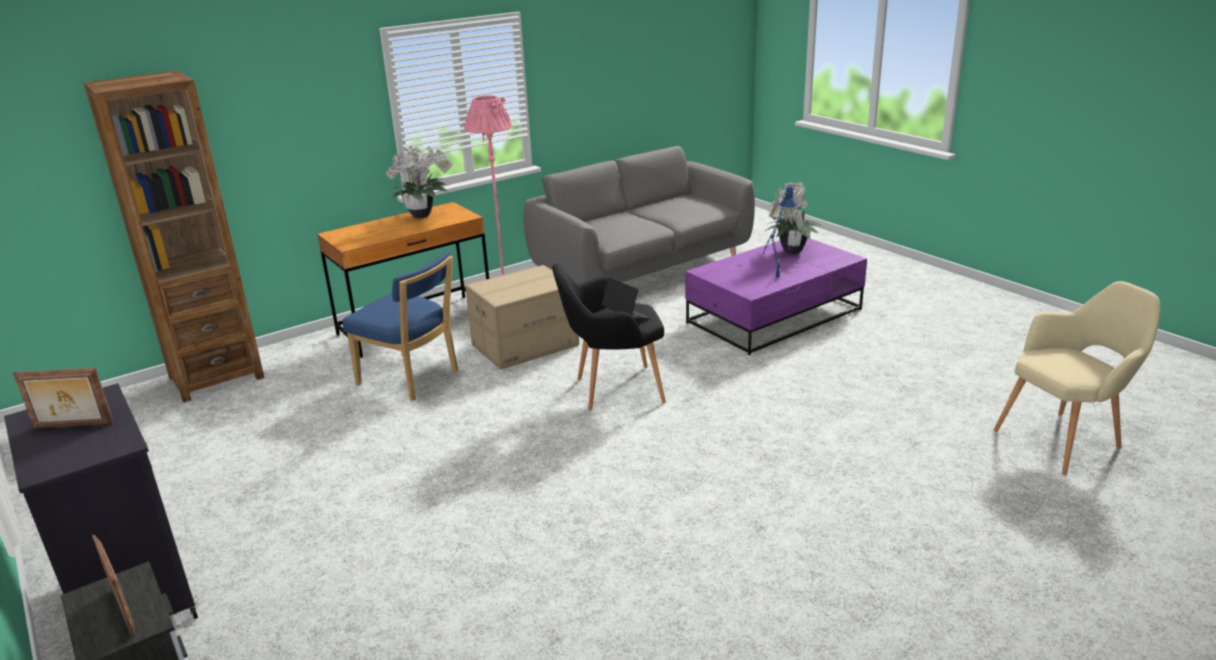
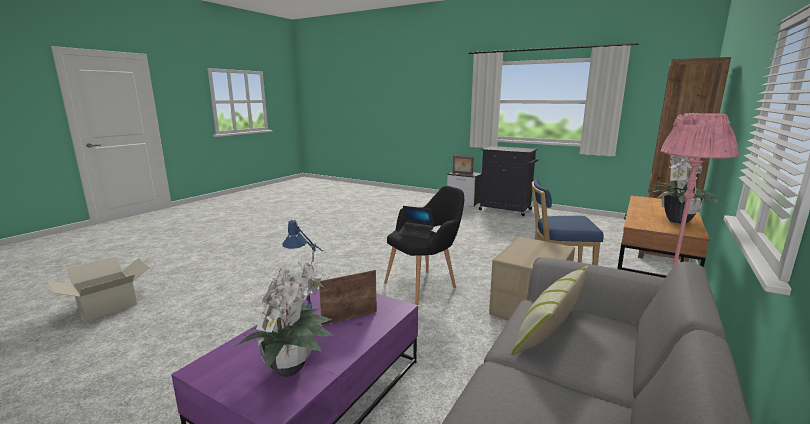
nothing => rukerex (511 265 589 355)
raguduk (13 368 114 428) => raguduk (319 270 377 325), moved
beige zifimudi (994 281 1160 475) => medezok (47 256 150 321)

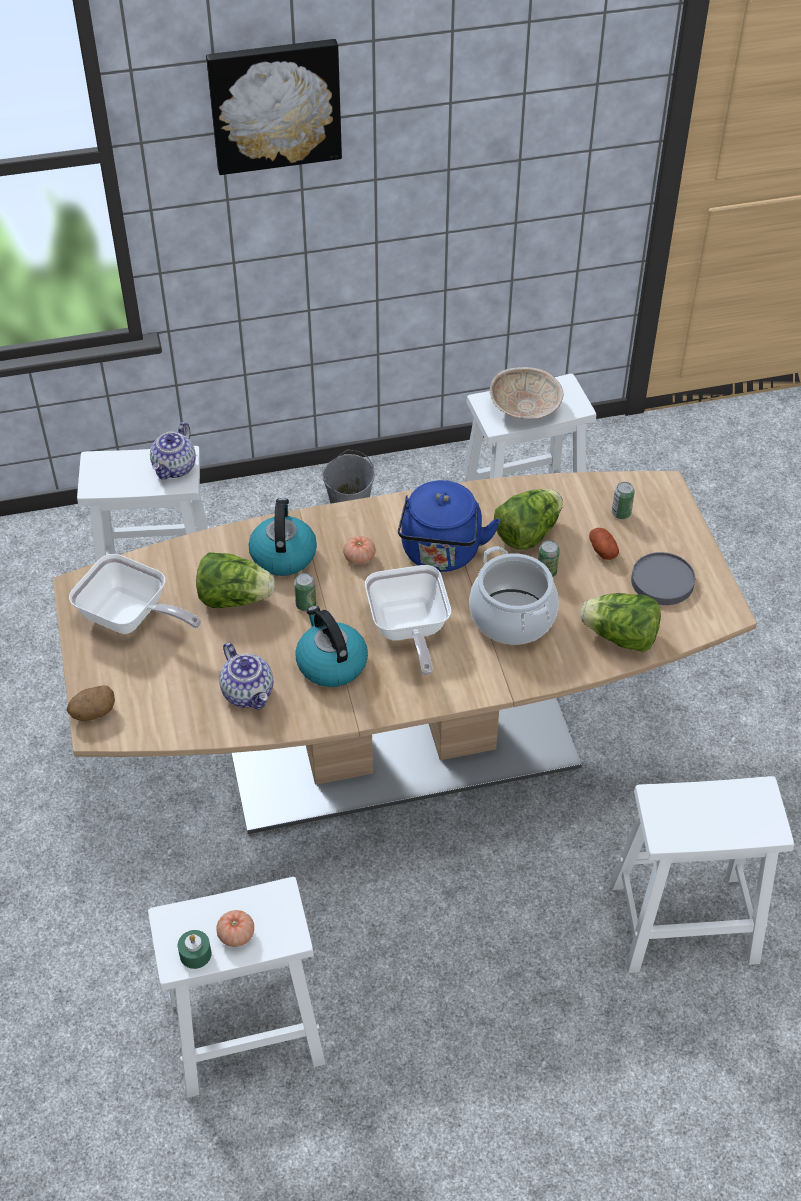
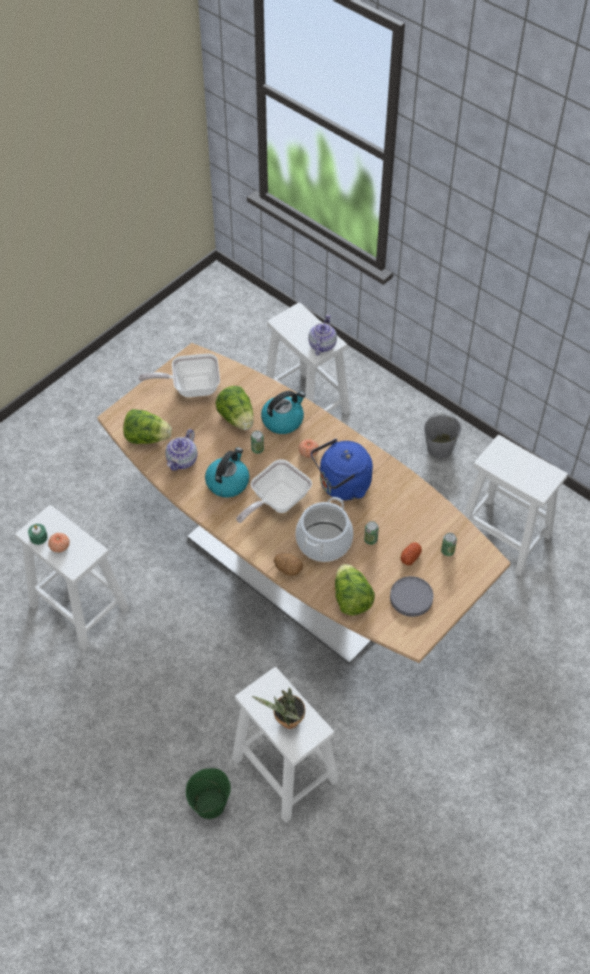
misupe (206 39 342 175) => nothing
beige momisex (490 367 564 419) => nothing
nothing => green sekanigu (186 768 231 819)
nothing => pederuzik (252 687 305 729)
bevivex (66 685 115 721) => bevivex (274 553 303 576), moved
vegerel (494 489 563 550) => vegerel (123 409 172 444), moved
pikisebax (69 554 201 634) => pikisebax (138 353 220 397), 90 degrees clockwise
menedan (150 422 196 479) => menedan (308 314 337 355), 120 degrees clockwise

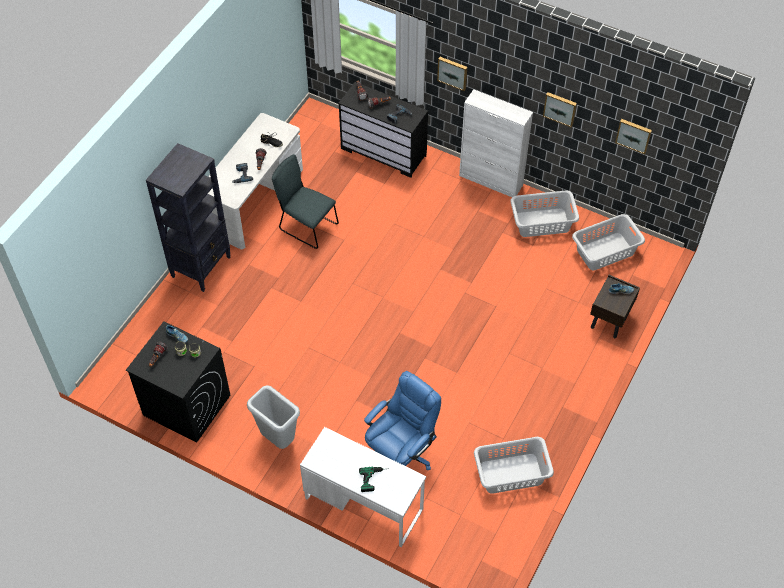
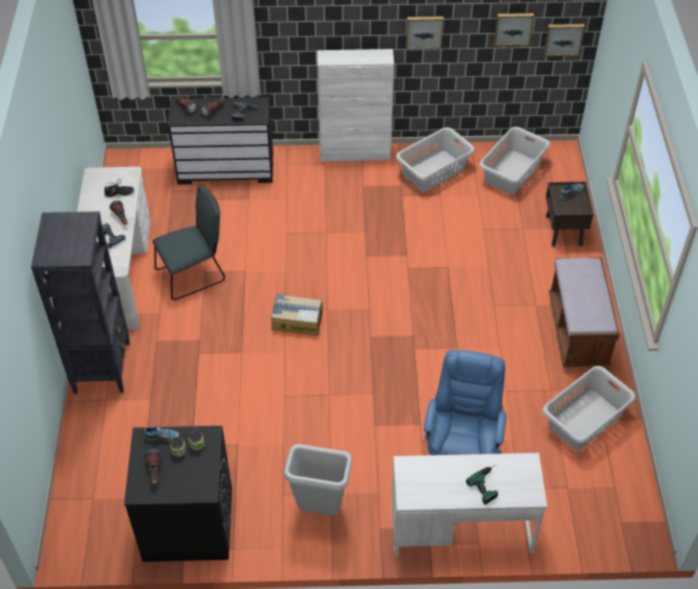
nothing => medezok (271 294 323 336)
nothing => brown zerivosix (549 257 620 367)
misupe (437 57 467 91) => misupe (544 24 585 56), moved
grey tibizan (272 154 339 249) => grey tibizan (153 184 225 300), 150 degrees clockwise

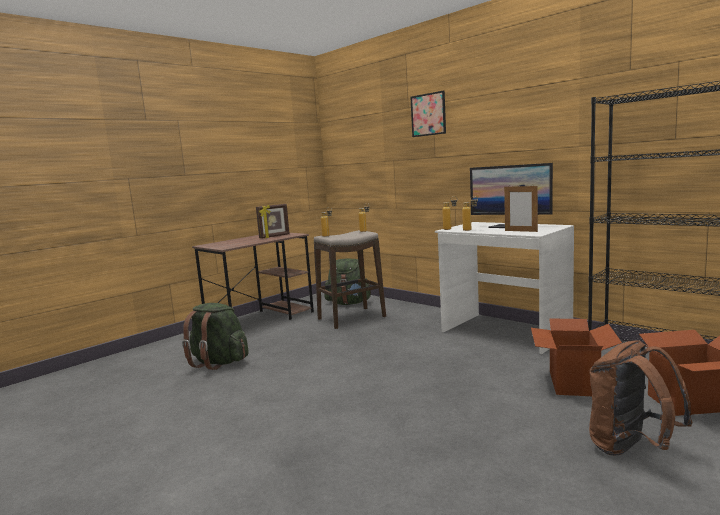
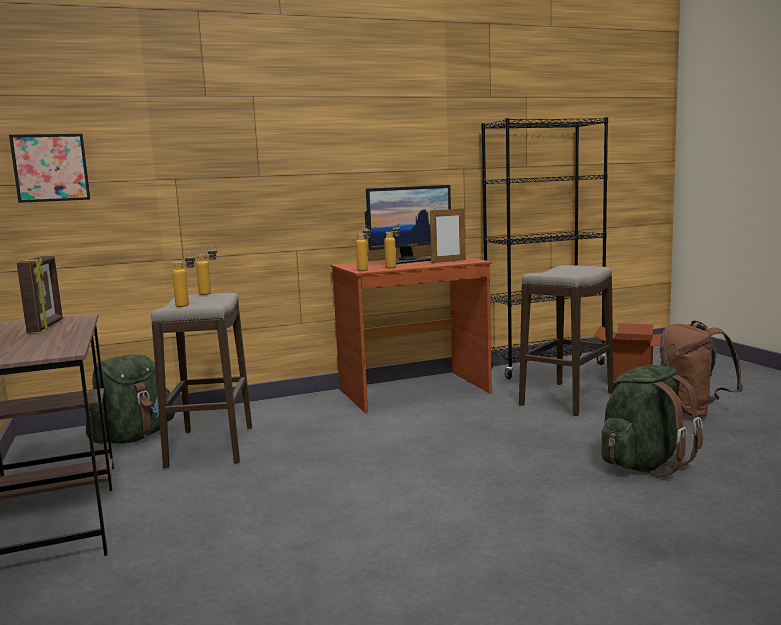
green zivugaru (182 303 249 370) => green zivugaru (601 365 703 477), moved
misupe (410 91 446 137) => misupe (9 134 90 203), moved
medezok (531 319 622 396) => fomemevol (519 265 614 416)
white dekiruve (435 222 574 354) => brown dekiruve (330 256 492 413)

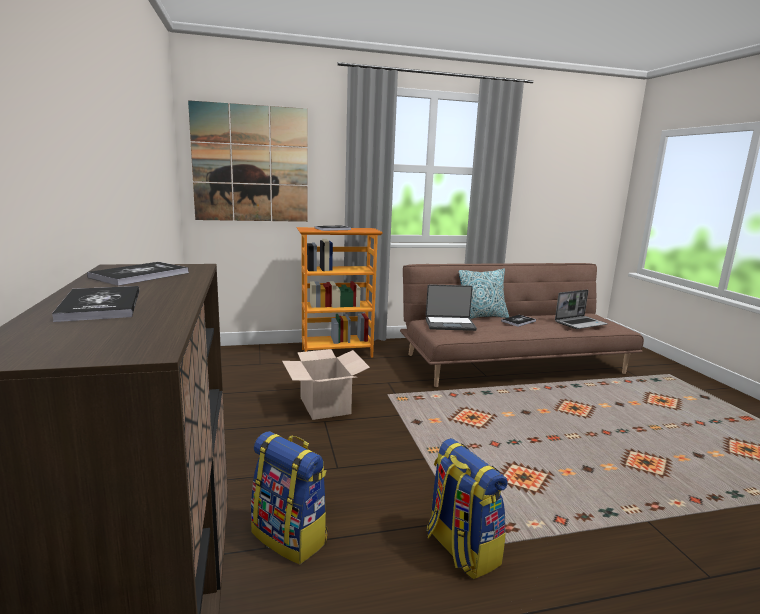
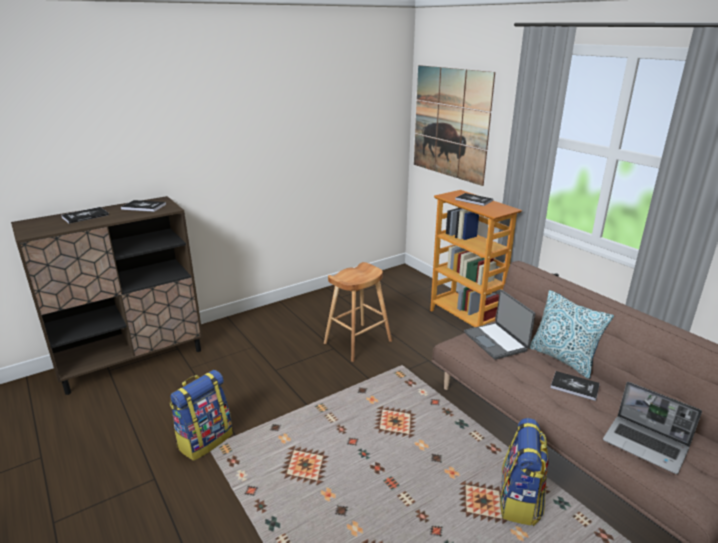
zivugaru (251 431 328 564) => zivugaru (500 418 549 526), moved
medezok (282 349 370 420) => brown fomemevol (324 262 392 362)

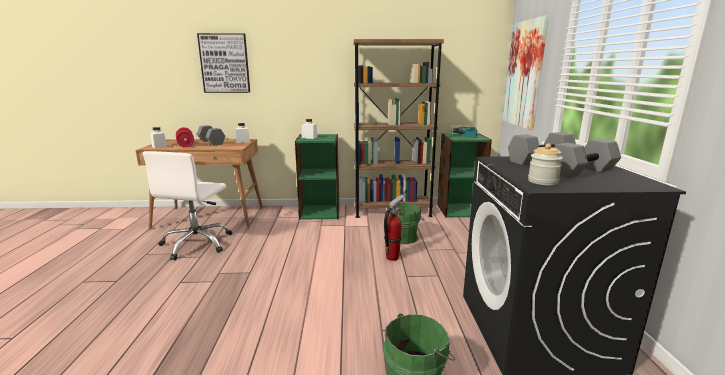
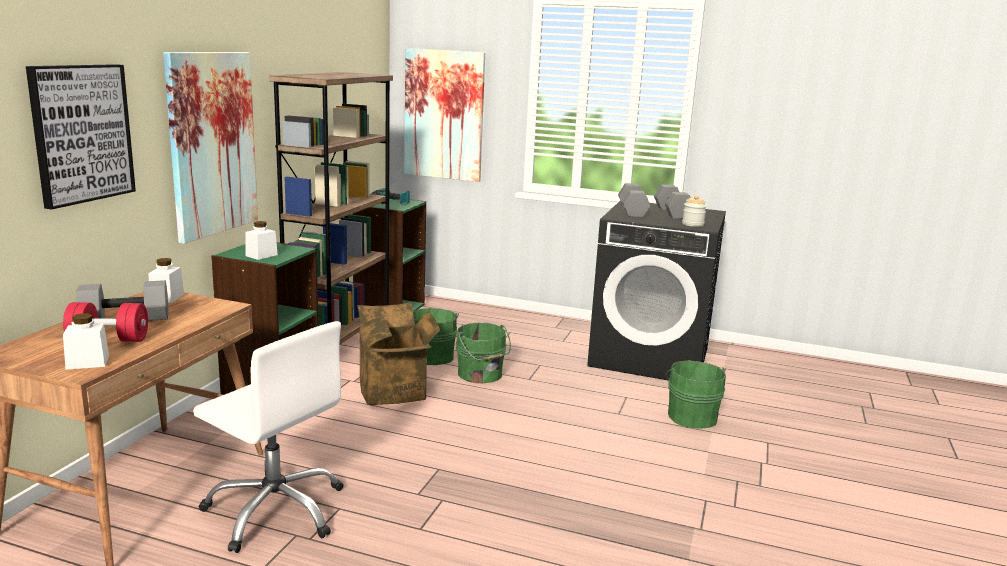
nothing => misupe (163 52 258 244)
nothing => medezok (357 302 440 405)
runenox (384 195 405 261) => green sekanigu (456 323 511 383)

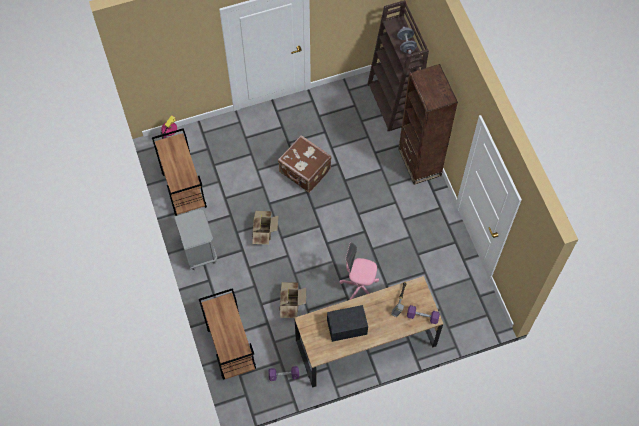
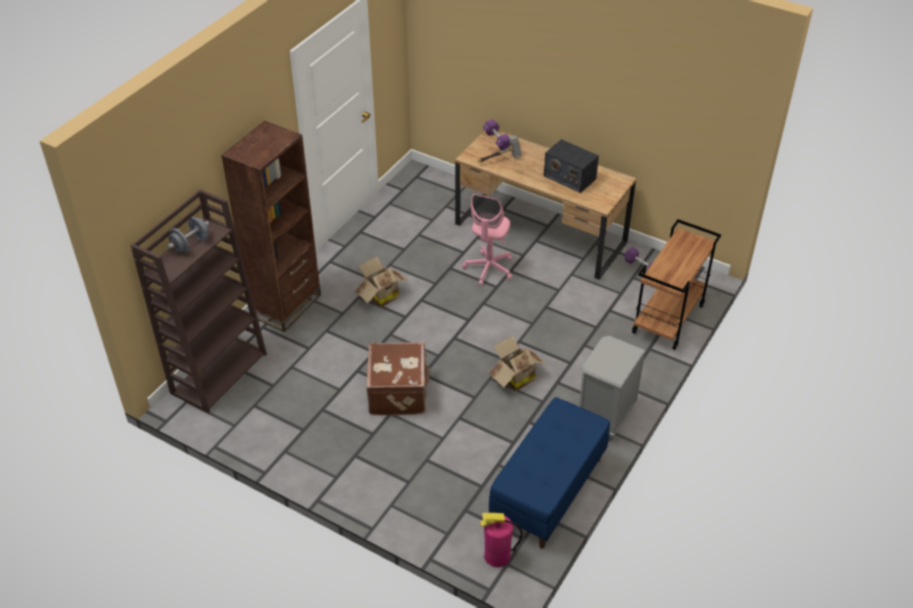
medezok (279 282 306 318) => medezok (355 256 409 308), moved
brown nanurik (152 128 207 216) => blue zerivosix (489 397 610 549)
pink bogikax (339 243 379 300) => pink bogikax (462 194 512 285), 45 degrees clockwise

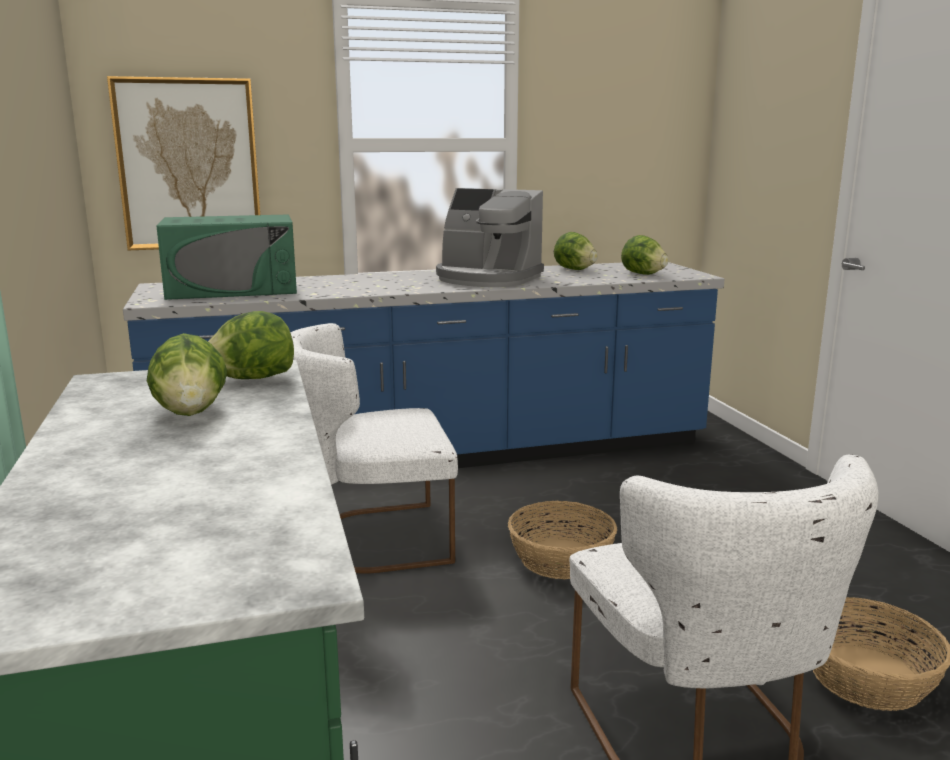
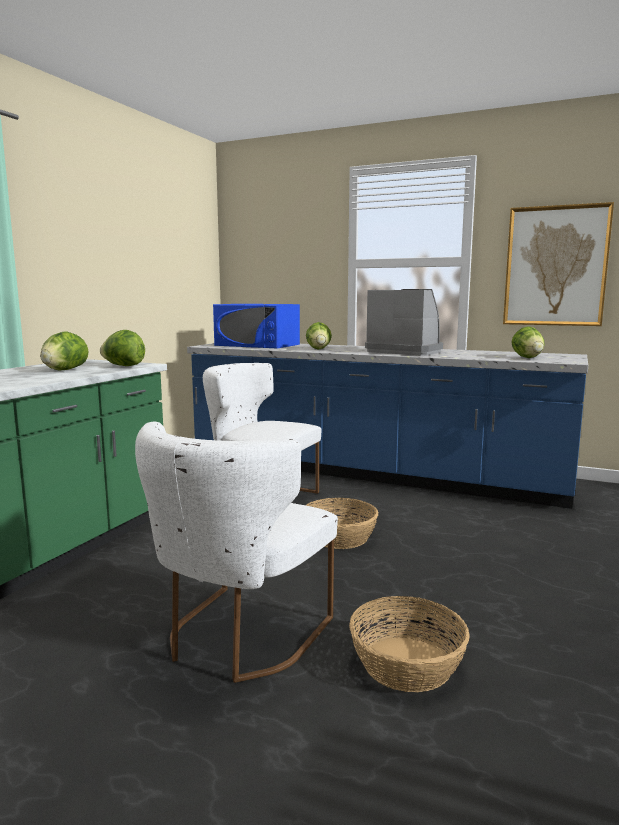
misupe (107 76 260 250) => misupe (503 202 614 326), moved
vegerel (554 232 598 270) => vegerel (306 322 332 350), moved
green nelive (156 214 297 300) => blue nelive (213 304 300 349)
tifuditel (436 188 544 287) => tifuditel (365 289 443 356), 150 degrees clockwise

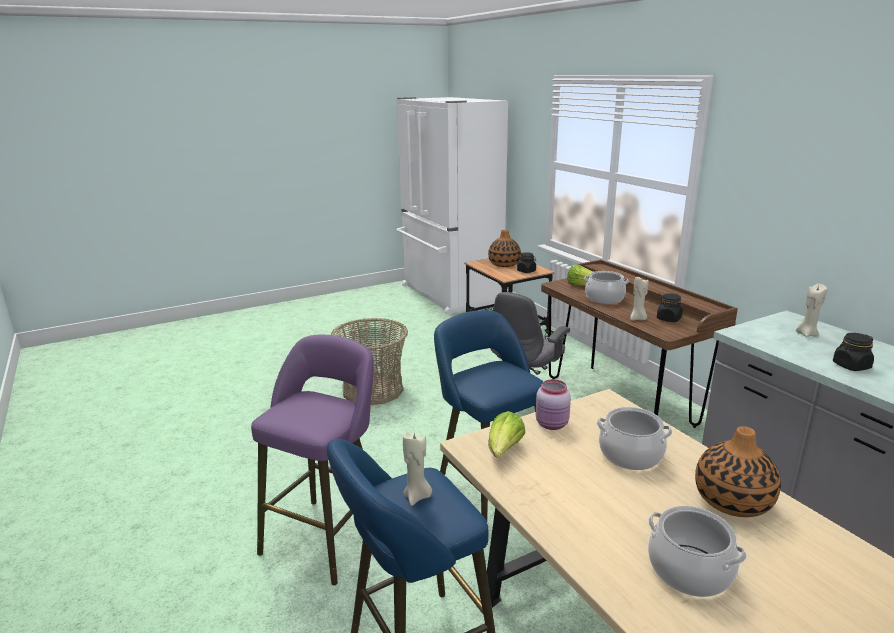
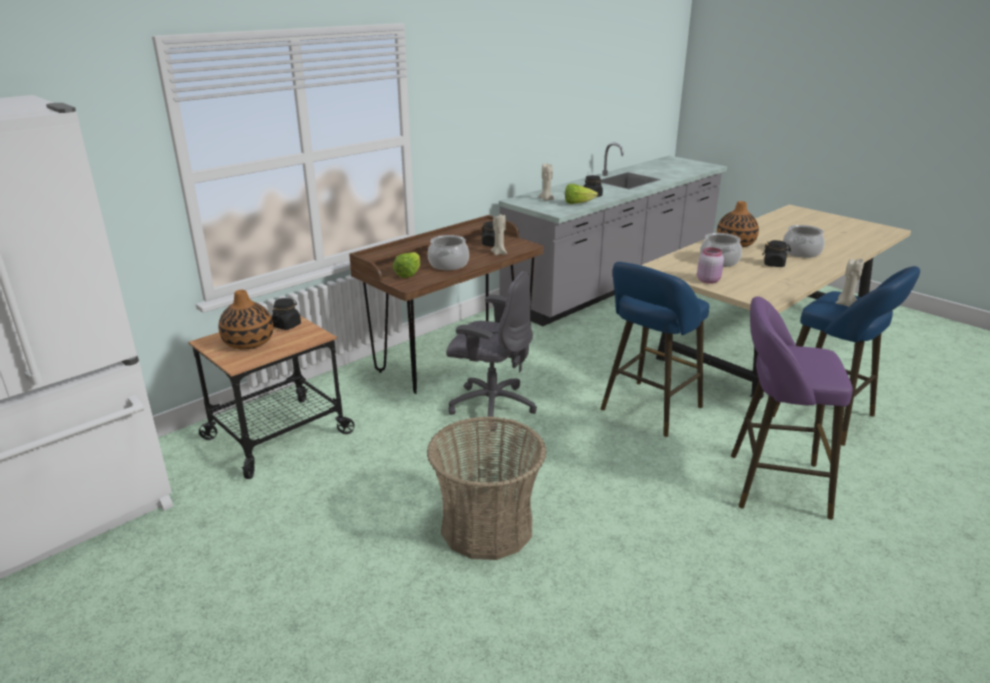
nothing => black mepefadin (762 240 791 267)
vegerel (488 411 525 458) => vegerel (565 184 598 204), moved

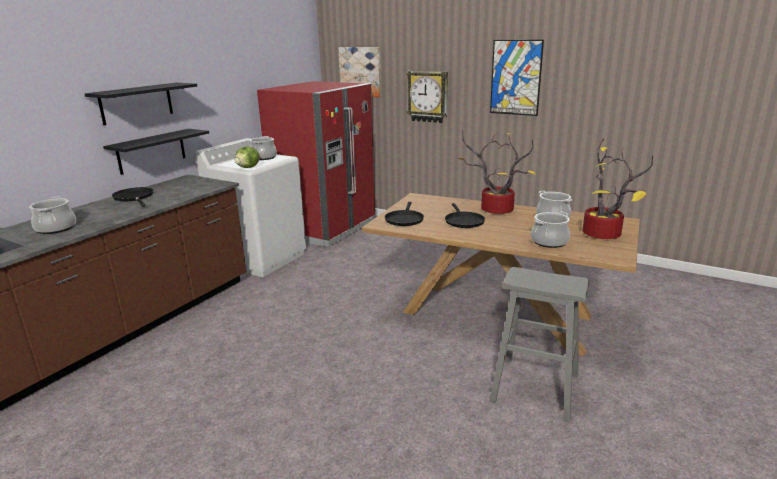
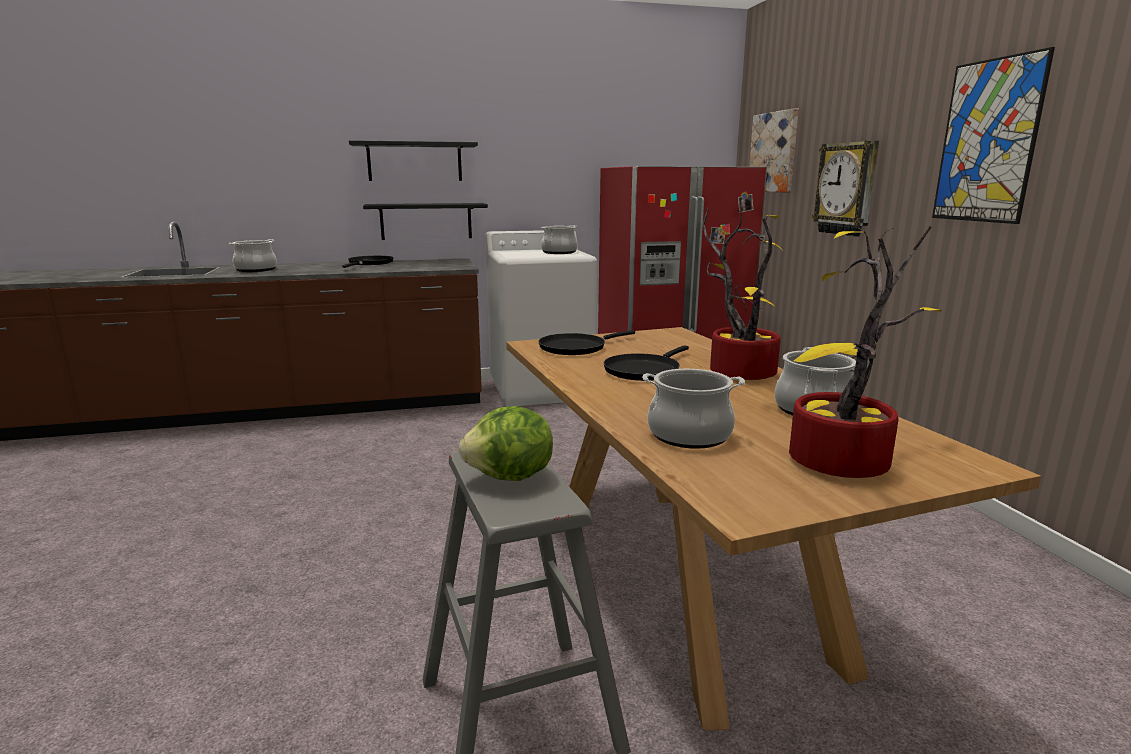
vegerel (235 146 260 168) => vegerel (459 406 553 481), moved

